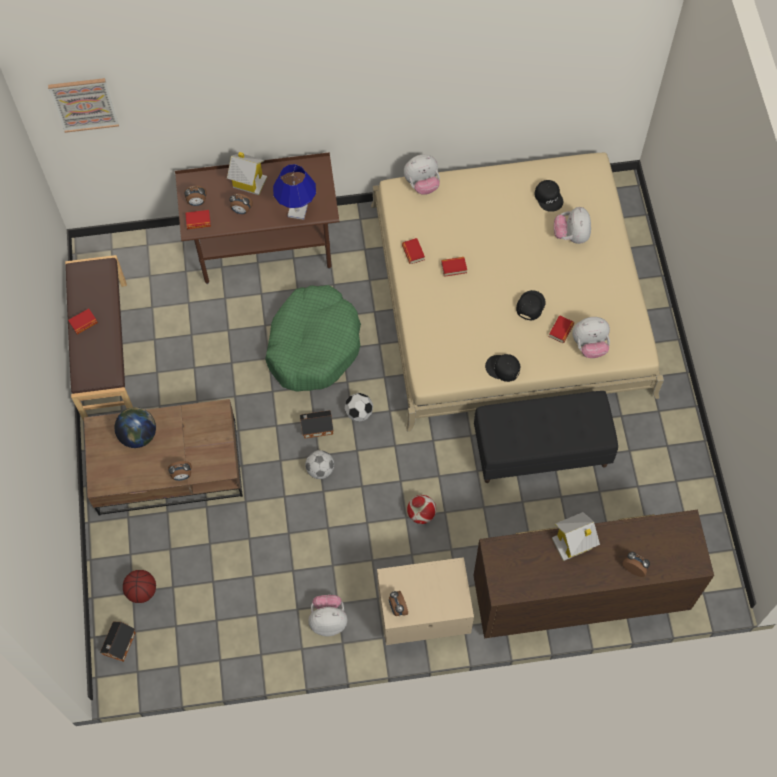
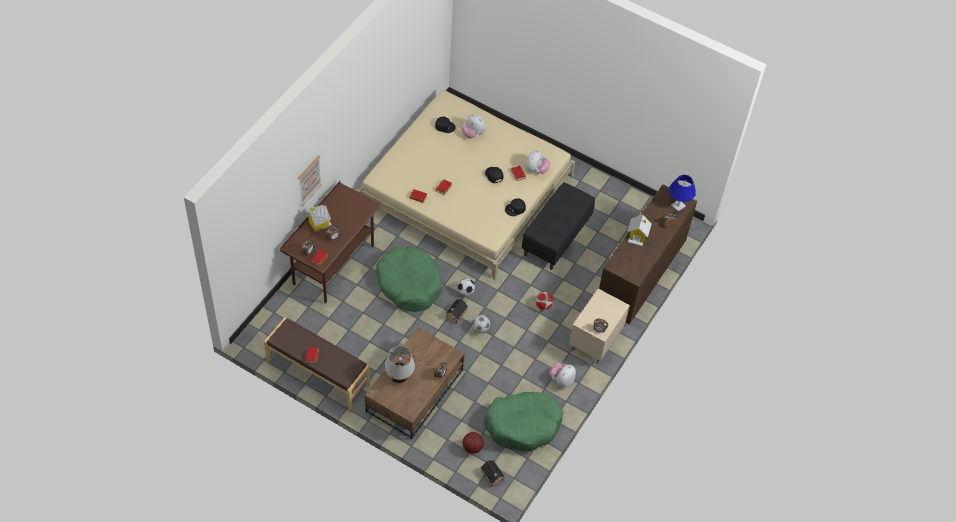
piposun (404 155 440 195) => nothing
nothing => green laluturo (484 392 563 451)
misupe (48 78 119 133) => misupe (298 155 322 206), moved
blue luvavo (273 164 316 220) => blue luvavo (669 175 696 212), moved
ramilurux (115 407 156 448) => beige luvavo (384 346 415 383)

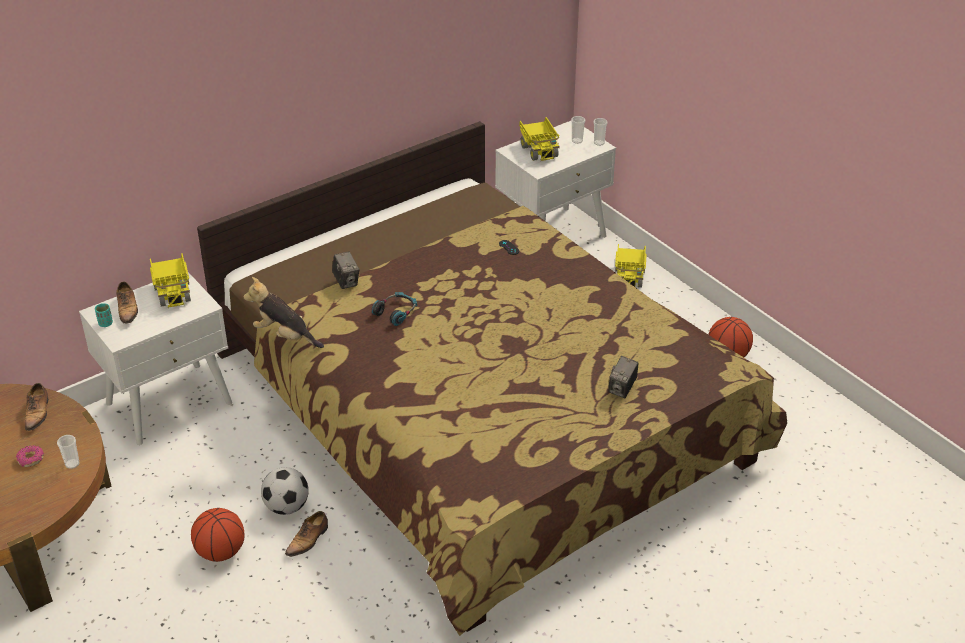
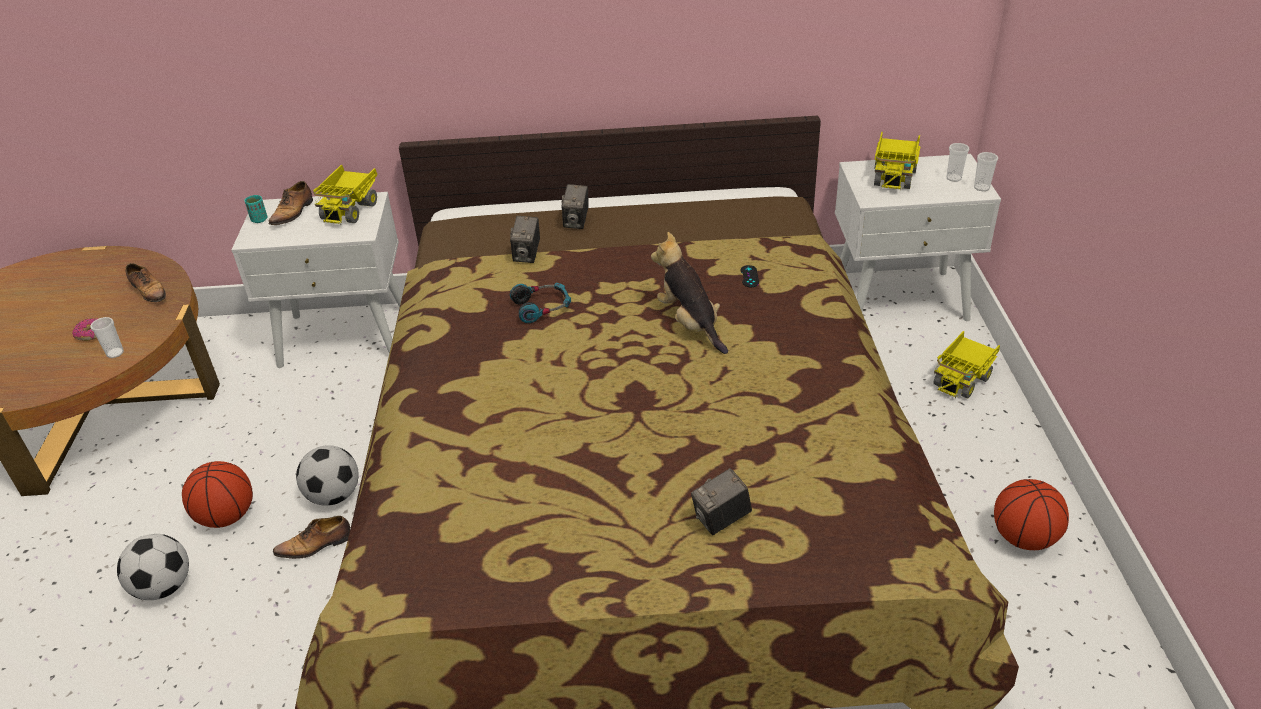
nothing => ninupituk (117 534 189 600)
nothing => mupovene (561 184 589 229)
piposun (244 277 324 348) => piposun (651 232 728 354), moved
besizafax (25 383 49 431) => besizafax (125 263 166 302), 75 degrees counterclockwise

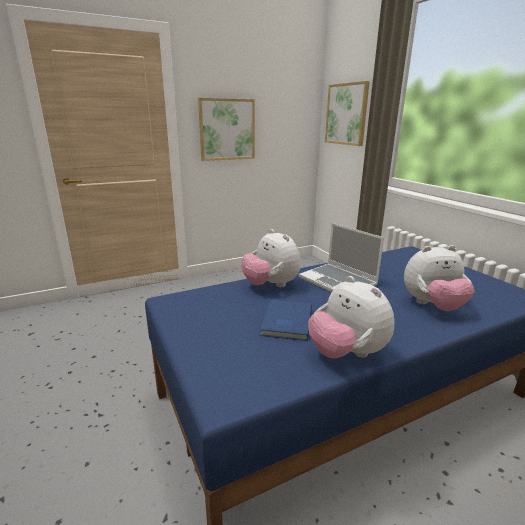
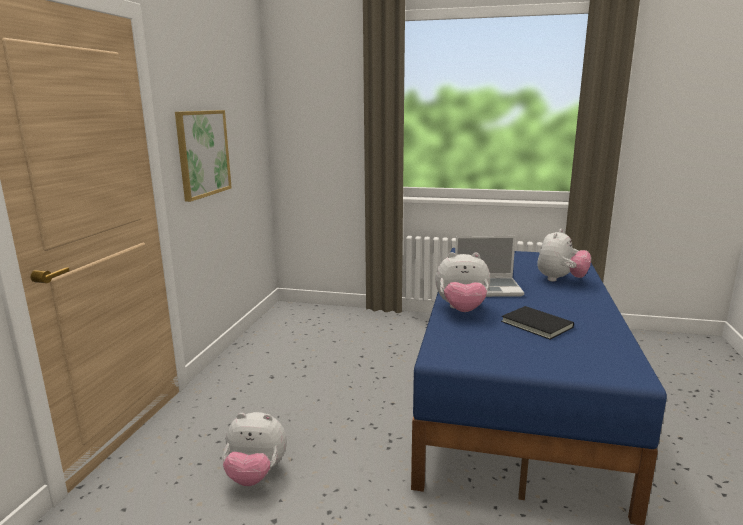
misupe (325 81 370 146) => nothing
piposun (308 276 395 359) => piposun (223 412 287 486), moved
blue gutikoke (260 300 312 341) => black gutikoke (501 306 574 340)

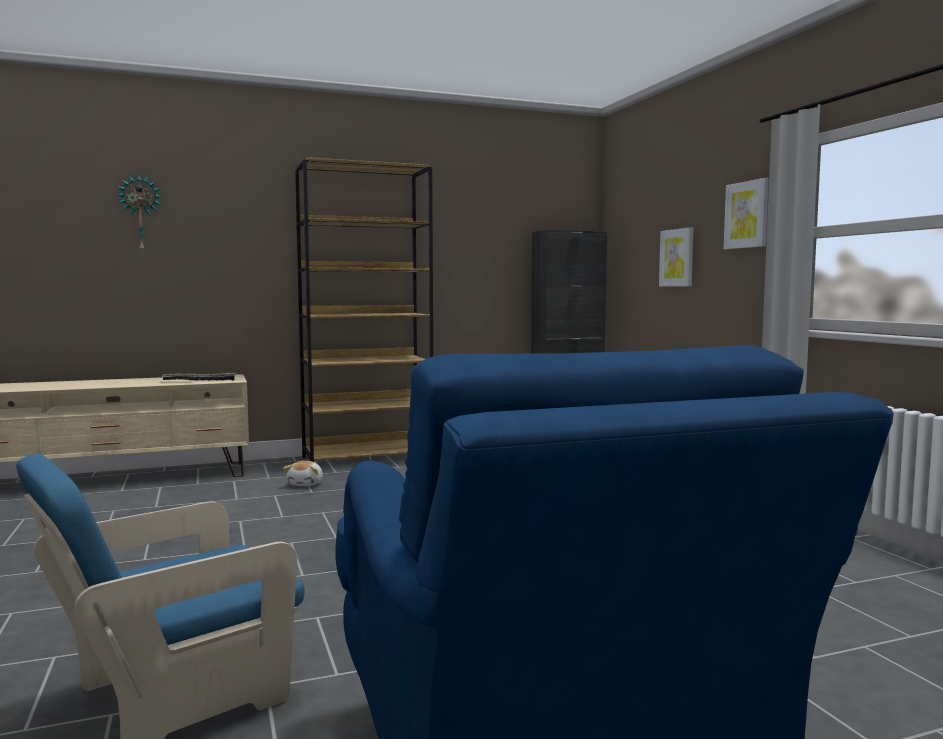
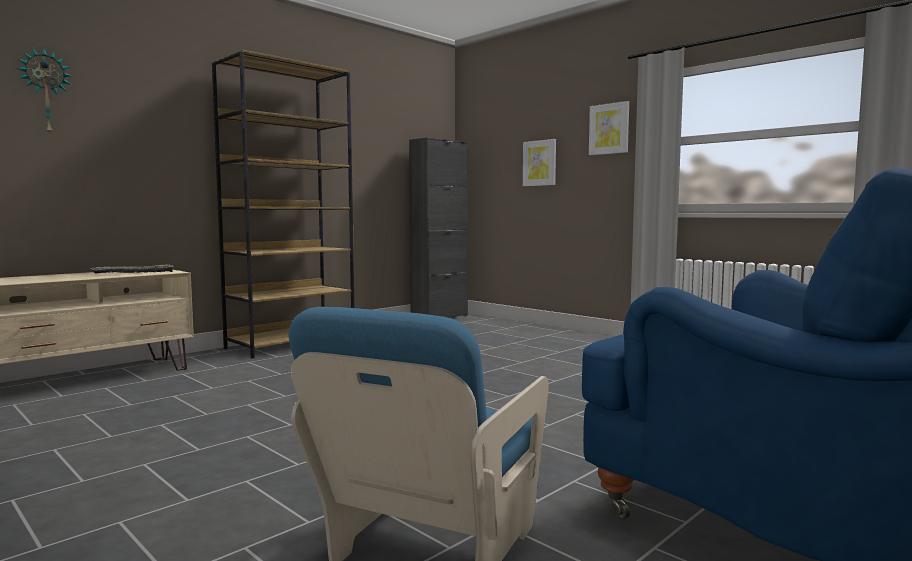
piposun (283 461 323 486) => nothing

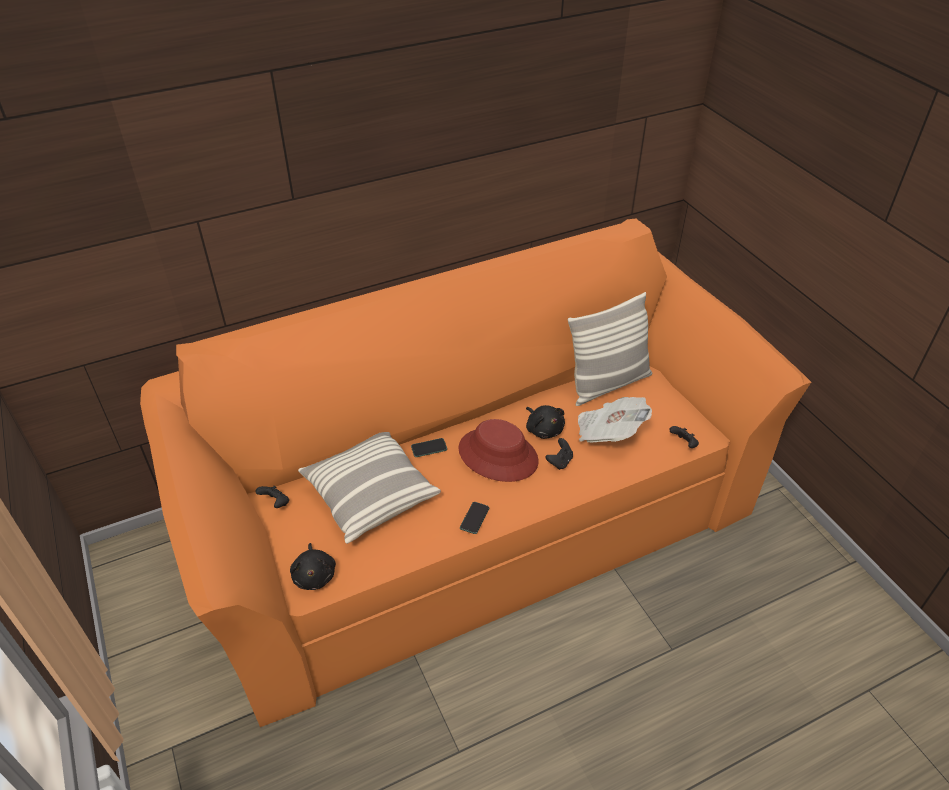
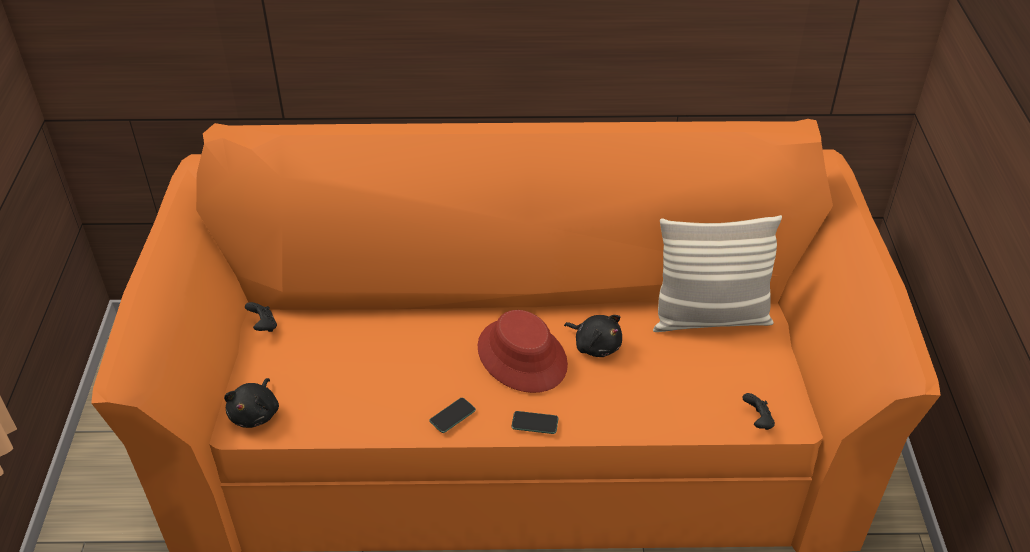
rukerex (298 432 441 544) => nothing
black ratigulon (545 438 573 470) => nothing
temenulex (578 397 652 442) => nothing
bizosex (411 438 447 457) => bizosex (511 411 558 434), moved
black piposun (526 405 565 439) => black piposun (564 315 622 357), 45 degrees counterclockwise

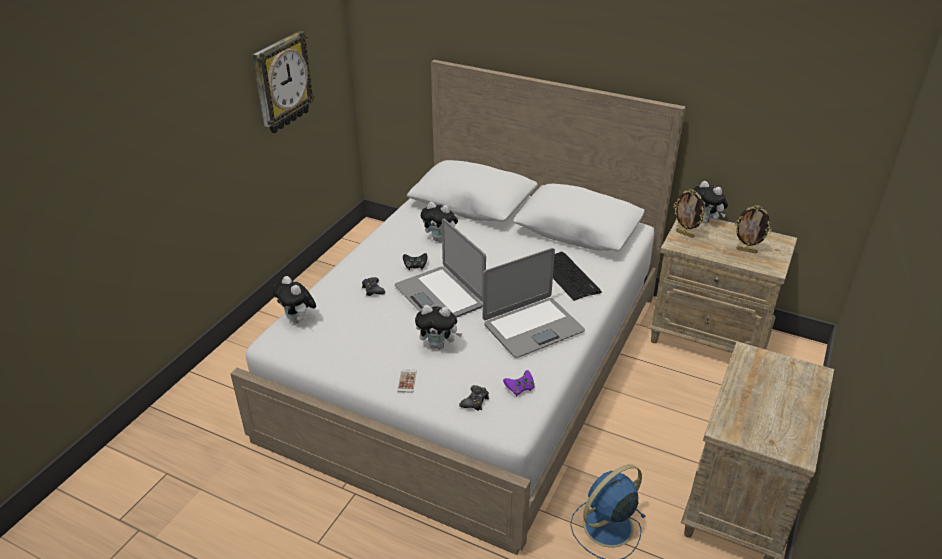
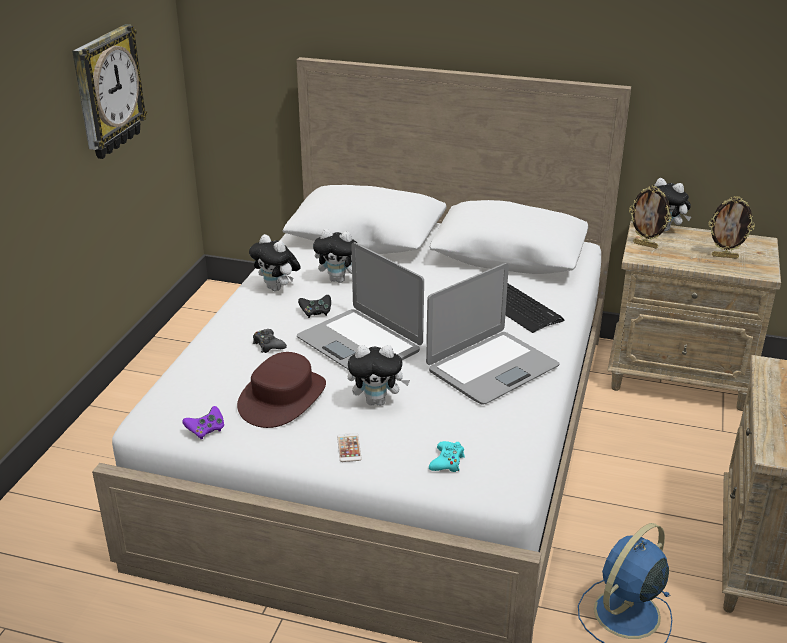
nothing => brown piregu (237 352 326 428)
piposun (272 276 316 324) => piposun (249 234 301 291), moved
purple ratigulon (503 370 534 396) => purple ratigulon (182 406 224 439), moved
black ratigulon (459 385 489 411) => turquoise ratigulon (429 441 465 472)

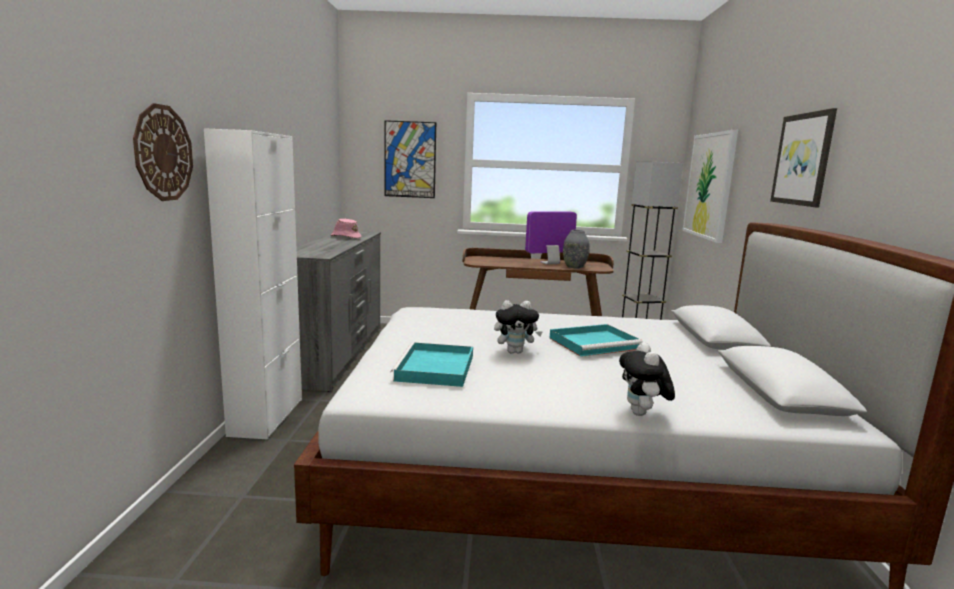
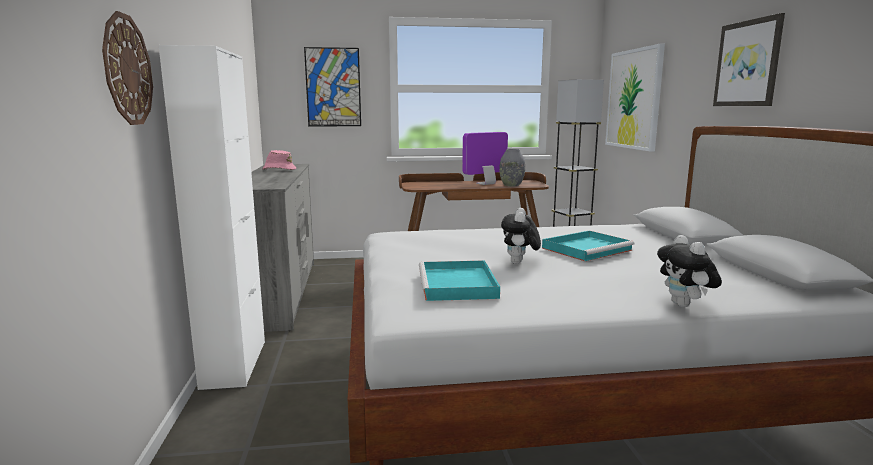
piposun (494 300 543 354) => piposun (501 208 541 264), 120 degrees clockwise

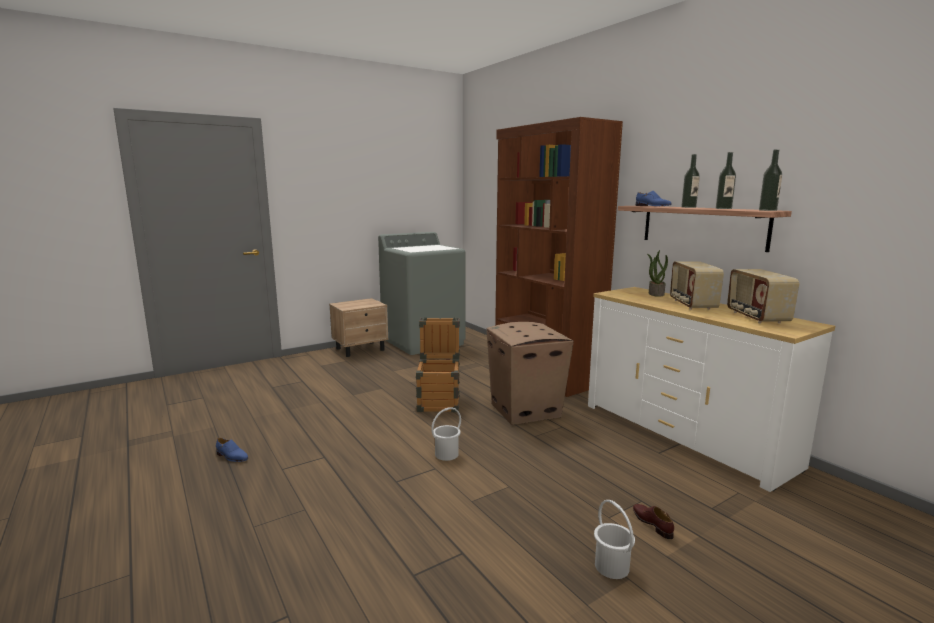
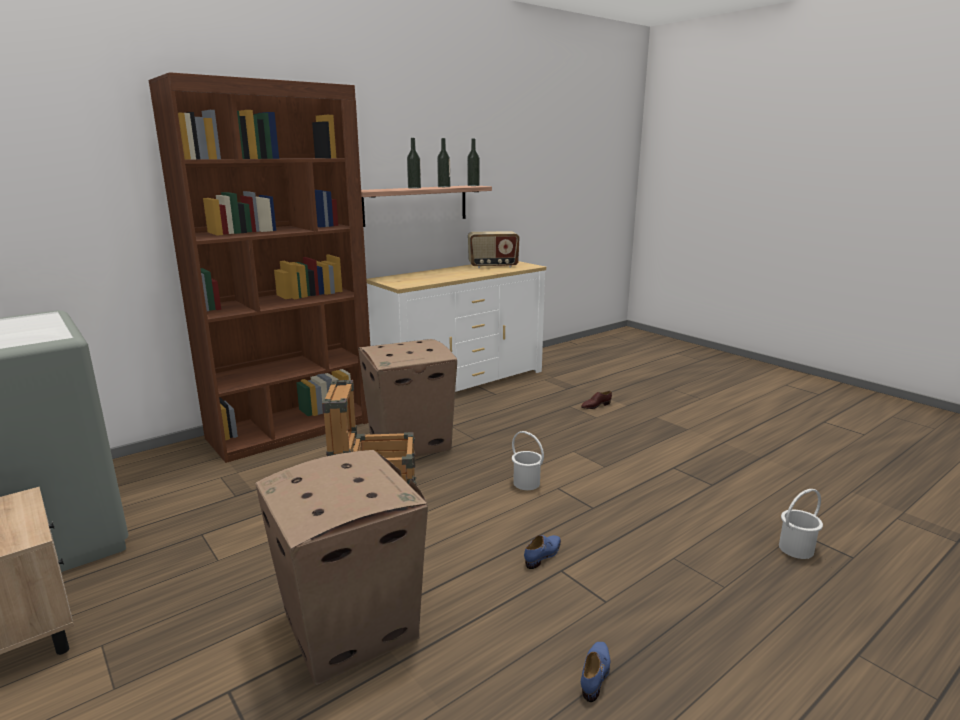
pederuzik (647 250 668 297) => nothing
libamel (670 261 724 310) => nothing
nothing => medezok (255 450 428 685)
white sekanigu (594 500 635 579) => white sekanigu (779 489 823 559), moved
blue besizafax (636 191 672 206) => blue besizafax (524 535 561 569), moved

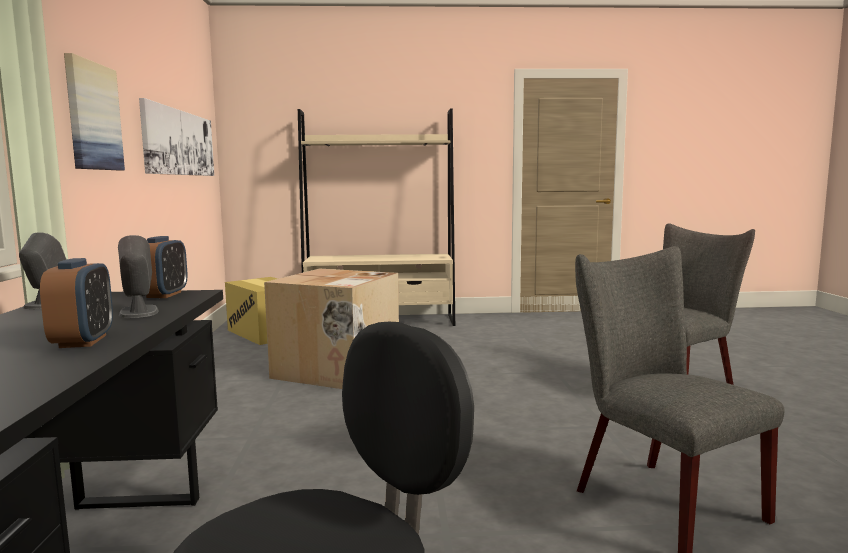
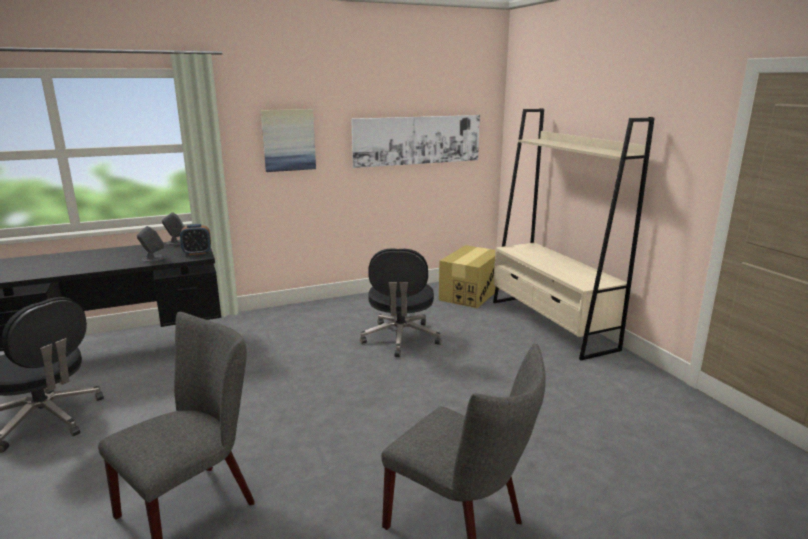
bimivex (40 258 113 348) => nothing
medezok (264 269 399 389) => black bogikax (360 248 441 357)

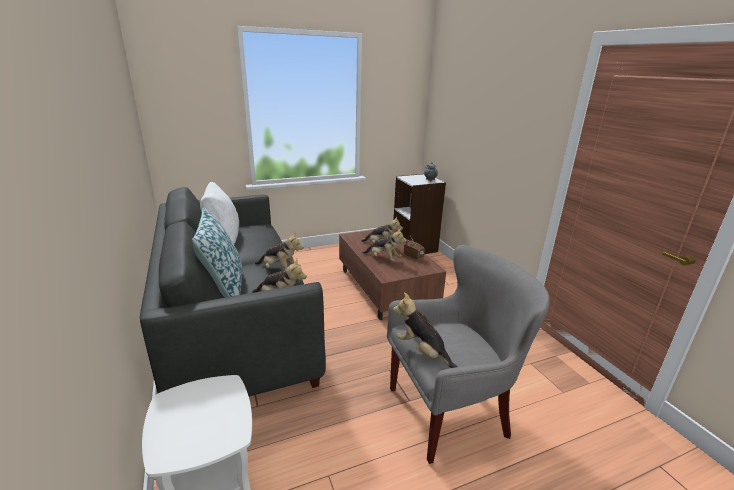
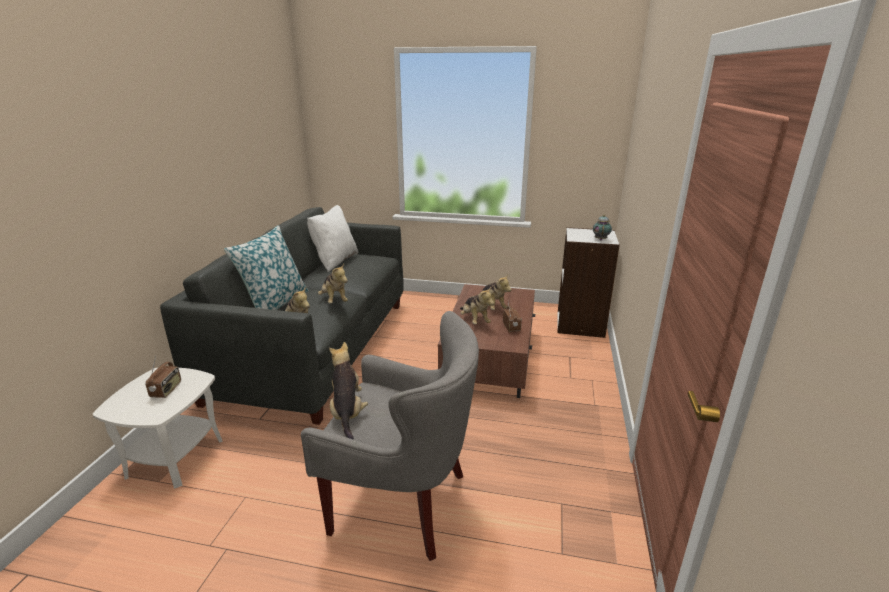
nothing => libamel (145 356 181 398)

